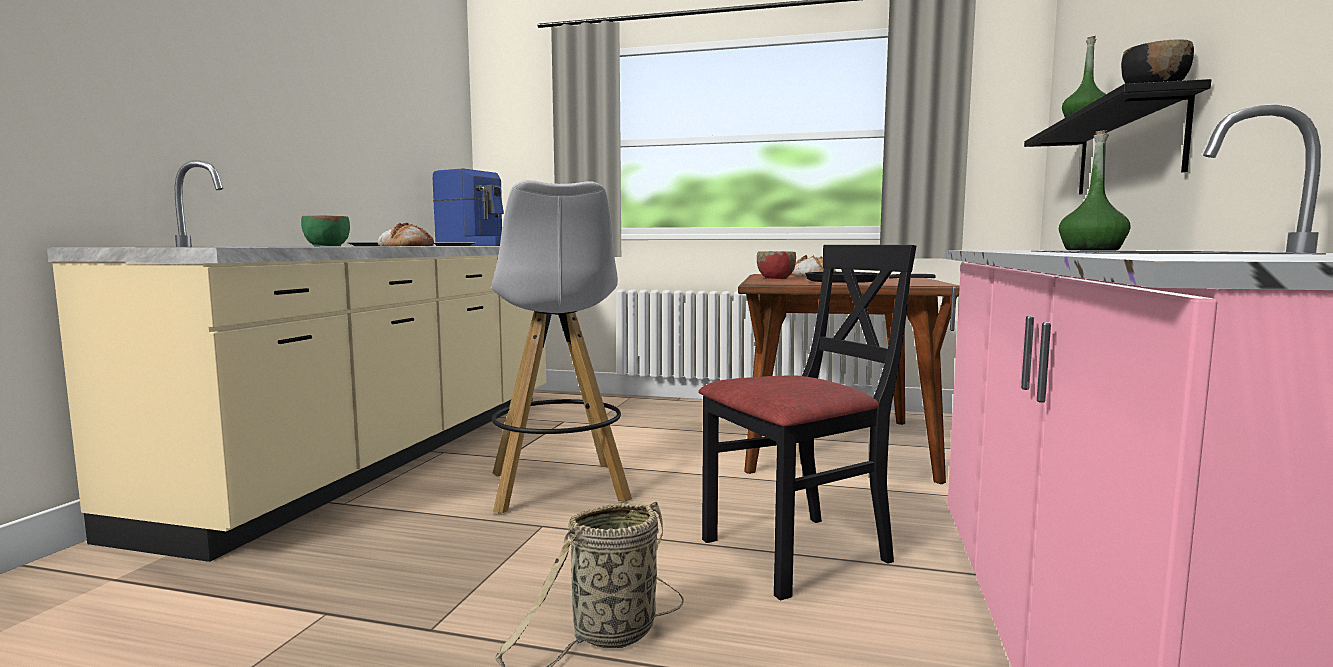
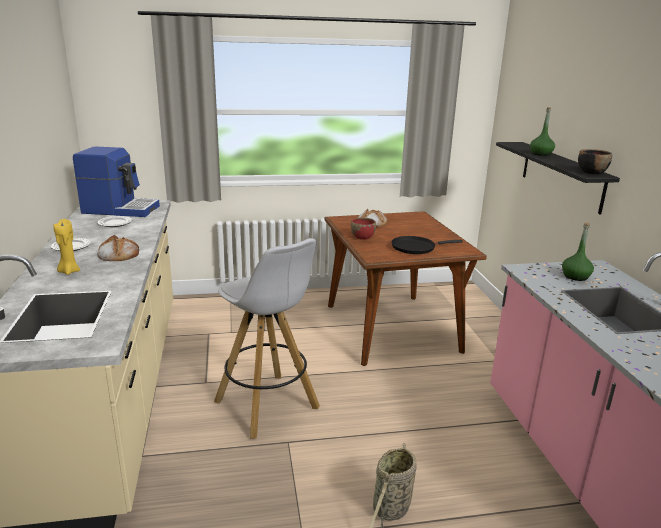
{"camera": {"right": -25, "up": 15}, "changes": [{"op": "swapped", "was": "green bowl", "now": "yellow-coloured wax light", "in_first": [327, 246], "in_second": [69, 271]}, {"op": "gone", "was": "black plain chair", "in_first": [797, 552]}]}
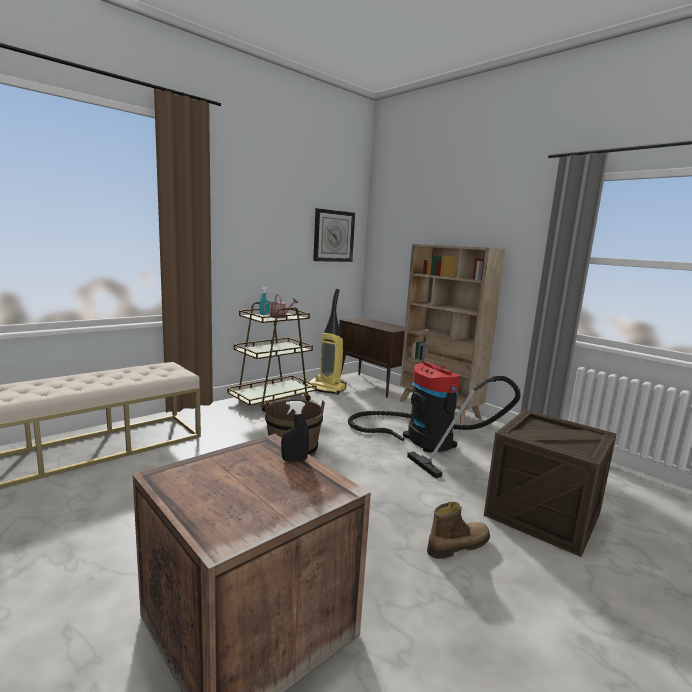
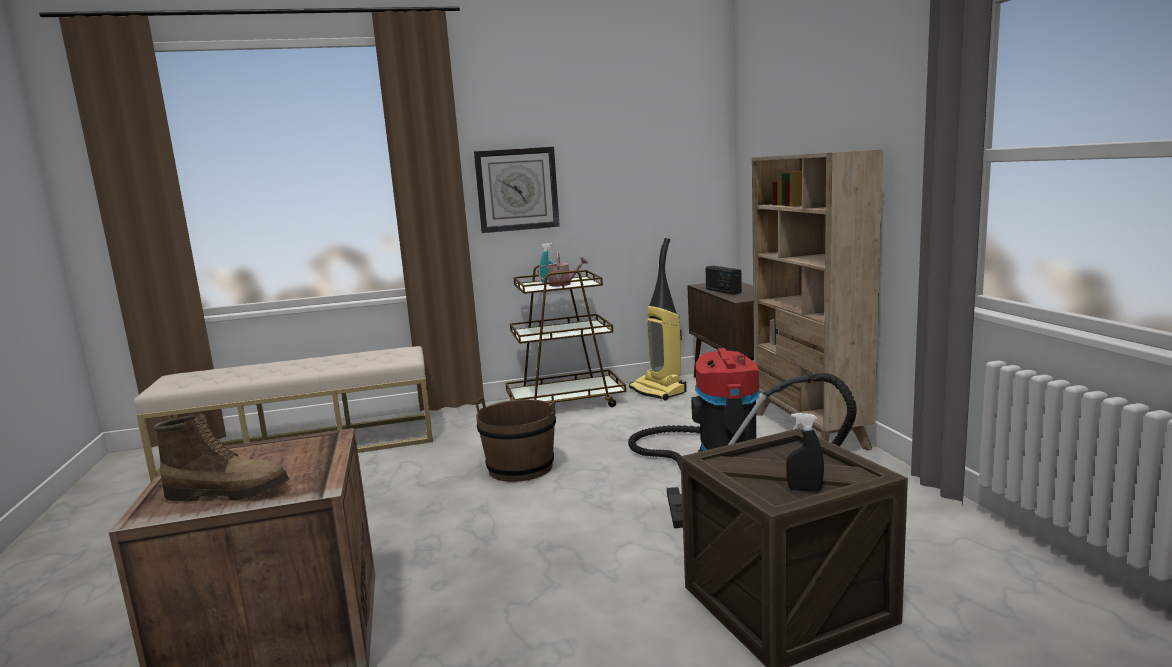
{"camera": {"right": 30, "up": 0}, "changes": [{"op": "shifted", "was": "boot", "in_first": [457, 545], "in_second": [229, 492]}, {"op": "shifted", "was": "wall clock", "in_first": [333, 236], "in_second": [517, 189]}, {"op": "new", "now": "radio set", "in_second": [723, 291]}, {"op": "shifted", "was": "black hand sprayer", "in_first": [294, 460], "in_second": [804, 490]}]}
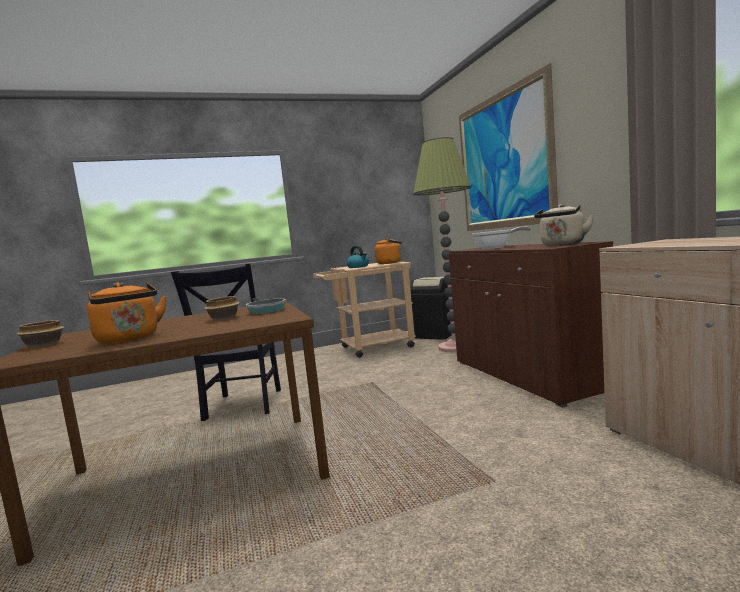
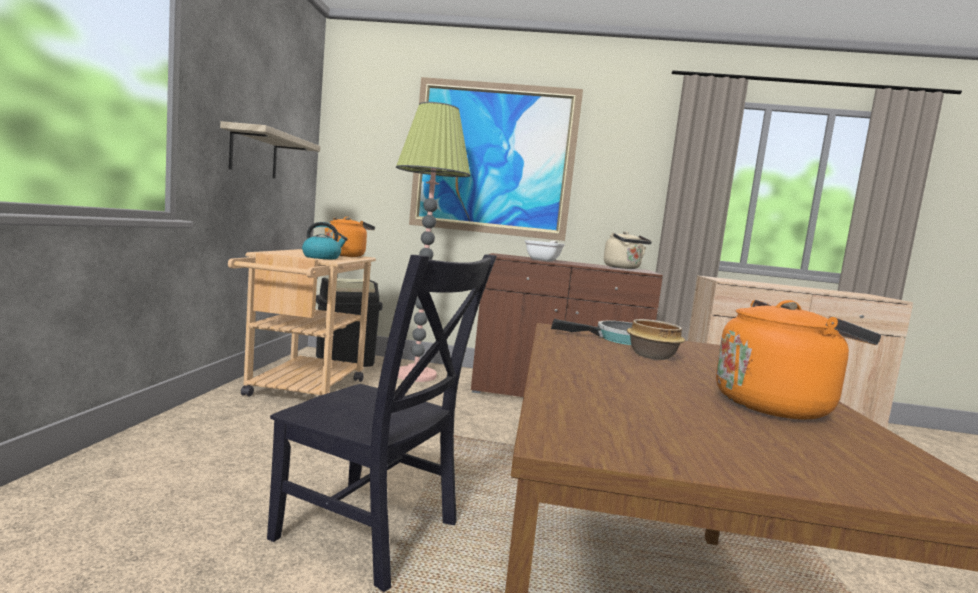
{"camera": {"right": -65, "up": 0}, "changes": [{"op": "new", "now": "wall shelf", "in_second": [254, 153]}, {"op": "gone", "was": "bowl", "in_first": [43, 345]}]}
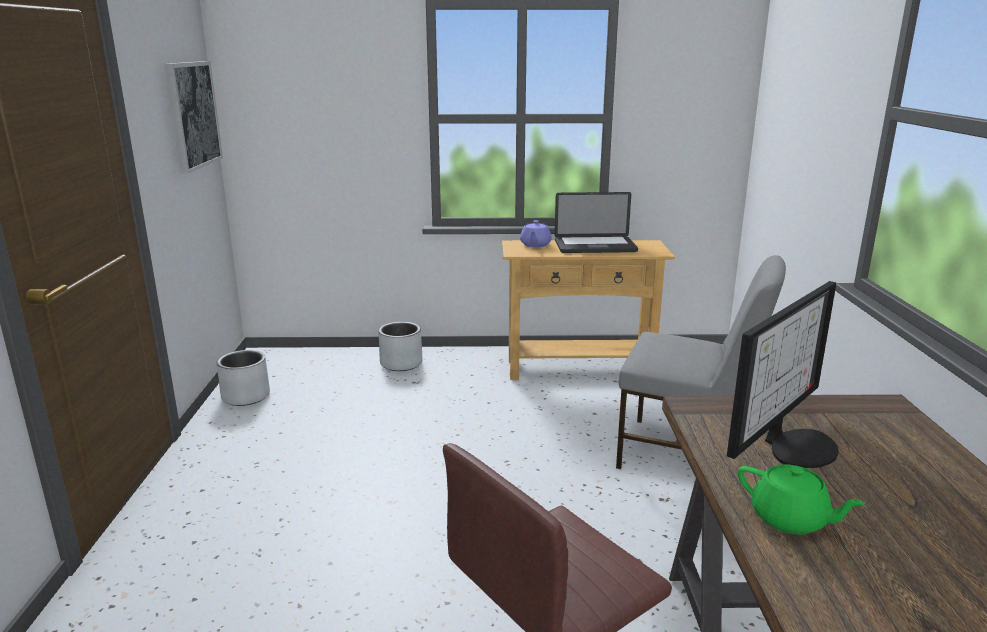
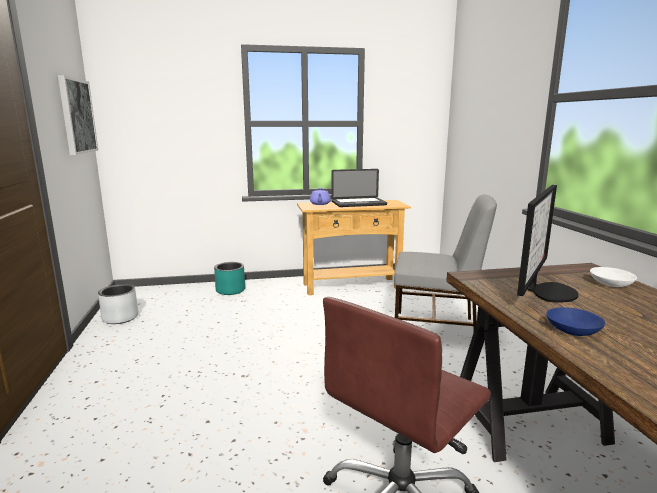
{"camera": {"right": -10, "up": -5}, "changes": [{"op": "repainted", "was": "greyish plant pot", "now": "blue-green plant pot", "in_first": [401, 363], "in_second": [230, 290]}, {"op": "swapped", "was": "green tea pot", "now": "blue bowl", "in_first": [790, 519], "in_second": [573, 330]}, {"op": "new", "now": "whitish bowl", "in_second": [610, 284]}]}
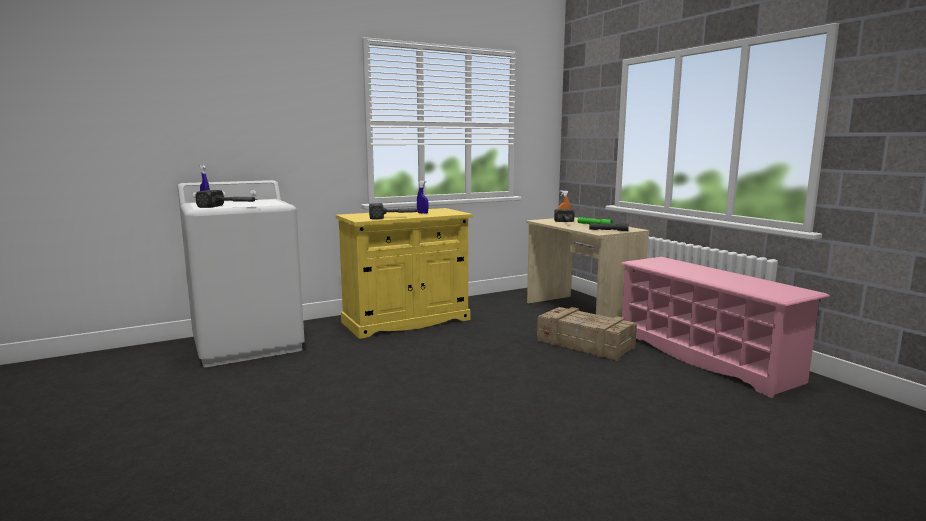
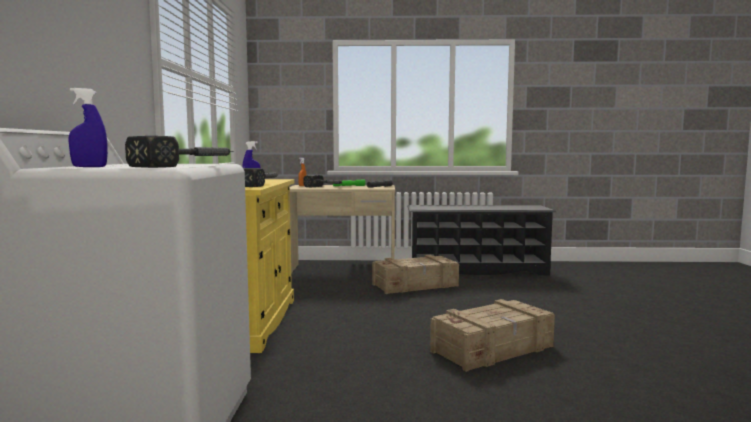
{"camera": {"right": -60, "up": -5}, "changes": [{"op": "repainted", "was": "pink shoe shelf", "now": "black shoe shelf", "in_first": [705, 357], "in_second": [477, 270]}, {"op": "new", "now": "crate", "in_second": [493, 349]}]}
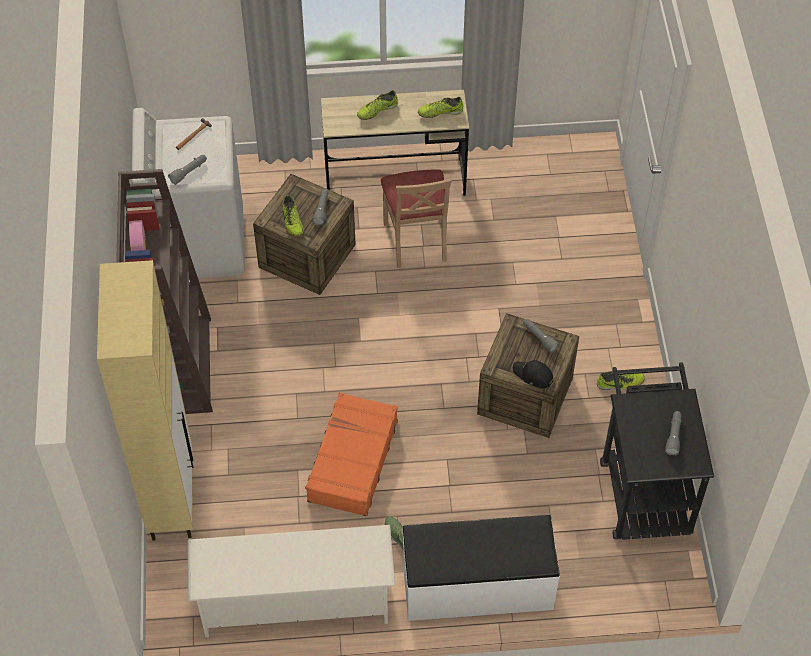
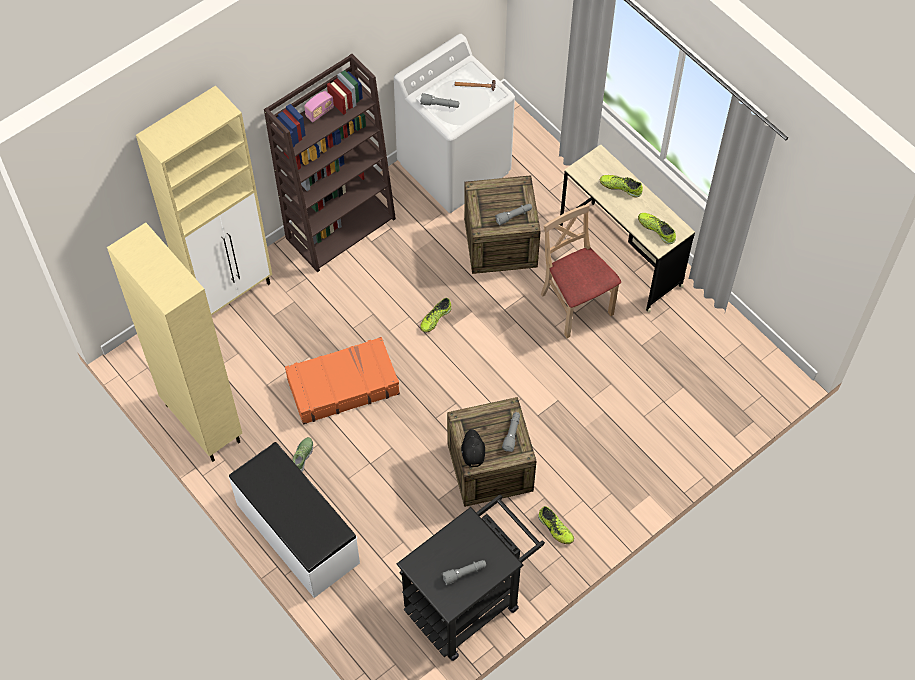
{"camera": {"right": 55, "up": 5}, "changes": [{"op": "swapped", "was": "whitish shoe shelf", "now": "sand-coloured cabinet", "in_first": [295, 601], "in_second": [202, 422]}, {"op": "shifted", "was": "item of footwear", "in_first": [292, 221], "in_second": [435, 318]}, {"op": "rotated", "was": "sand-coloured plain chair", "in_first": [416, 240], "in_second": [575, 305], "clockwise": 105}]}
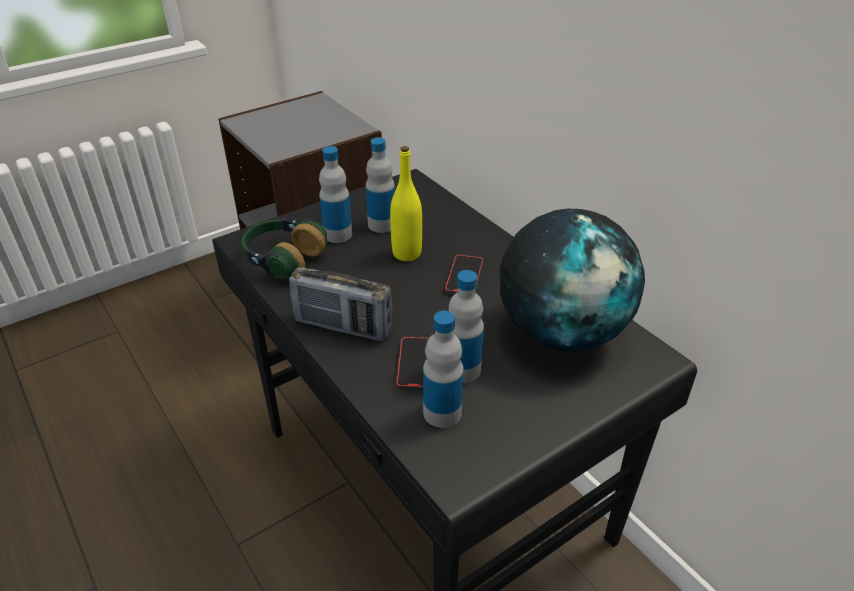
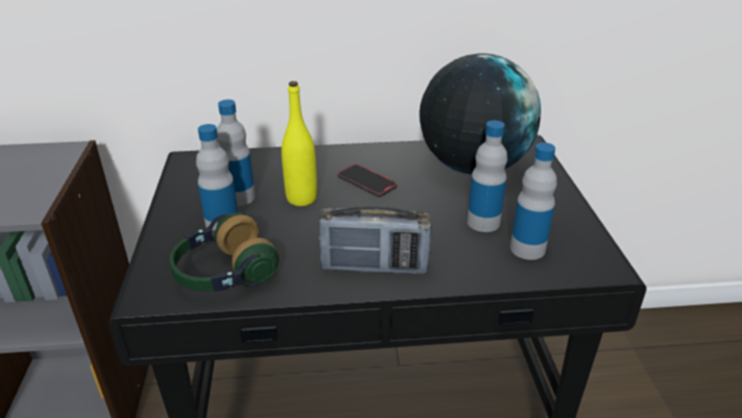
{"camera": {"right": -60, "up": -5}, "changes": [{"op": "rotated", "was": "radio set", "in_first": [343, 327], "in_second": [374, 267], "clockwise": 45}, {"op": "gone", "was": "phone", "in_first": [415, 365]}]}
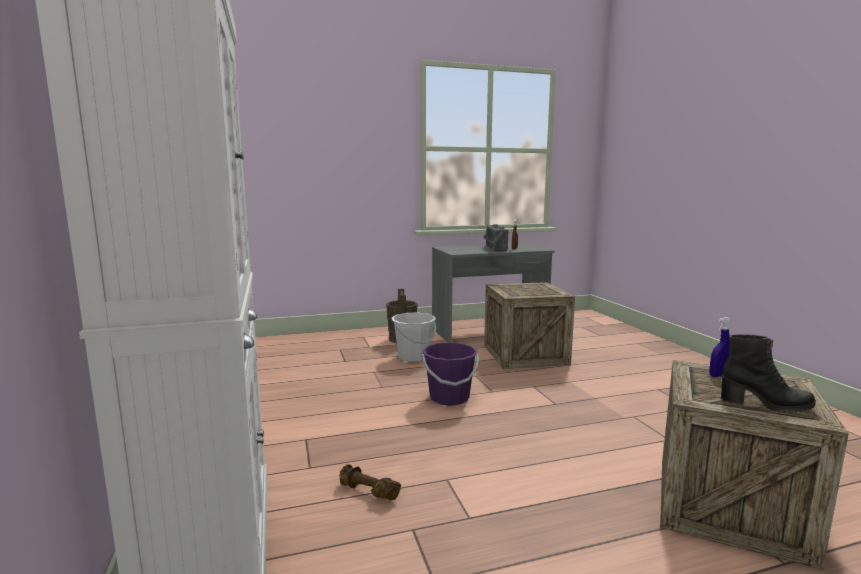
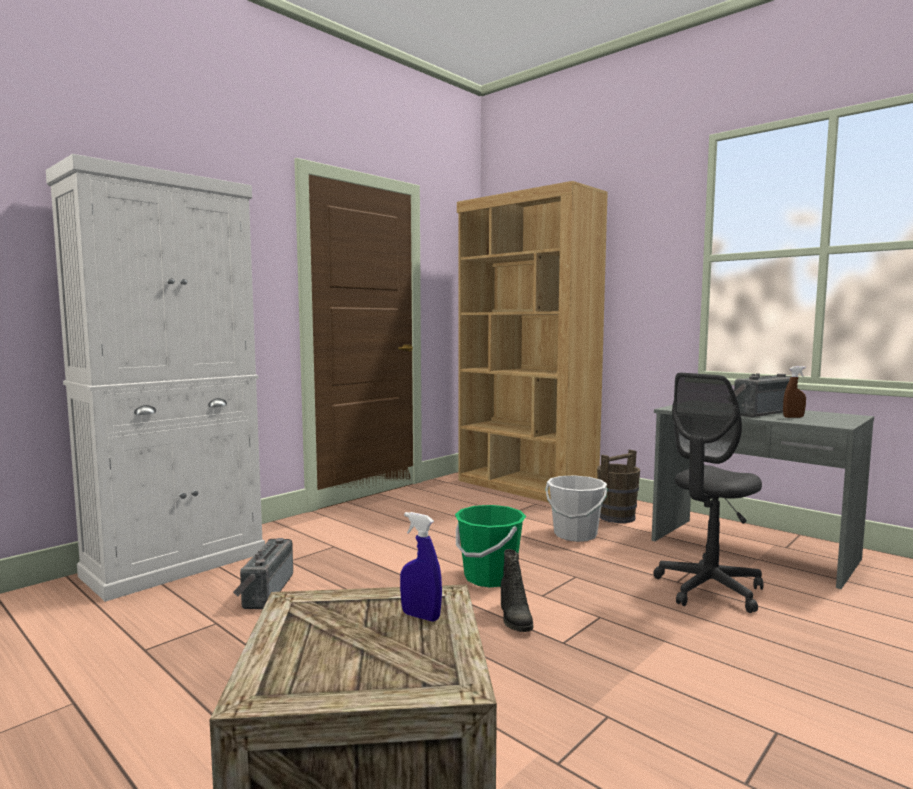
{"camera": {"right": 60, "up": -5}, "changes": [{"op": "swapped", "was": "brownish hand weight", "now": "radio set", "in_first": [368, 492], "in_second": [264, 591]}, {"op": "repainted", "was": "purplish bucket", "now": "green bucket", "in_first": [449, 398], "in_second": [489, 577]}, {"op": "new", "now": "brownish shelving unit", "in_second": [525, 487]}, {"op": "shifted", "was": "black boot", "in_first": [765, 405], "in_second": [514, 618]}, {"op": "swapped", "was": "crate", "now": "greyish desk chair", "in_first": [525, 355], "in_second": [709, 590]}]}
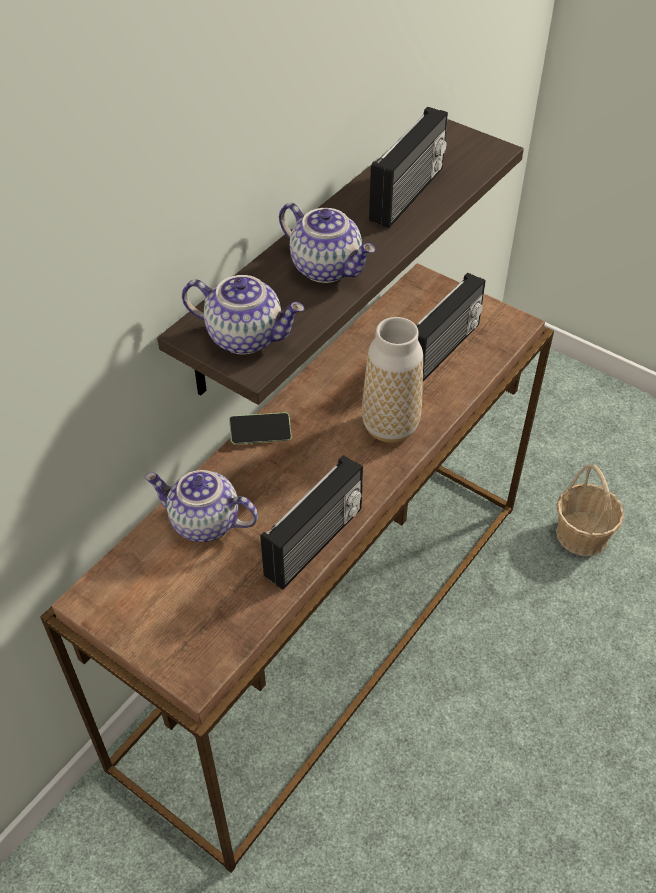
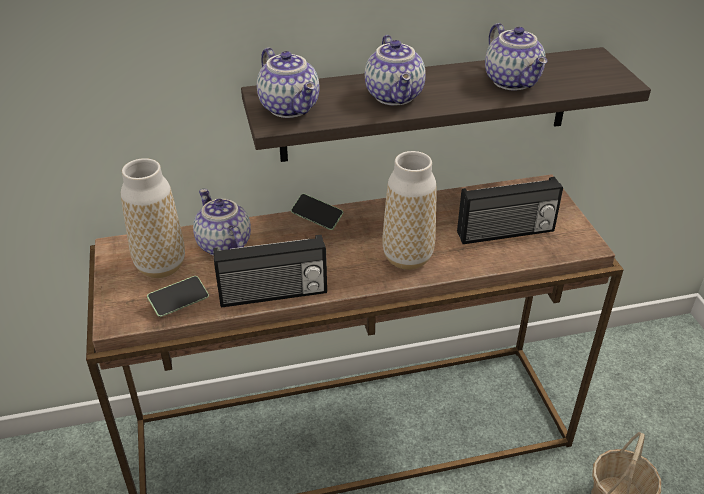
{"camera": {"right": 40, "up": -10}, "changes": [{"op": "new", "now": "decorative vase", "in_second": [161, 266]}, {"op": "new", "now": "phone", "in_second": [179, 302]}, {"op": "swapped", "was": "radio set", "now": "tea pot", "in_first": [408, 195], "in_second": [513, 81]}]}
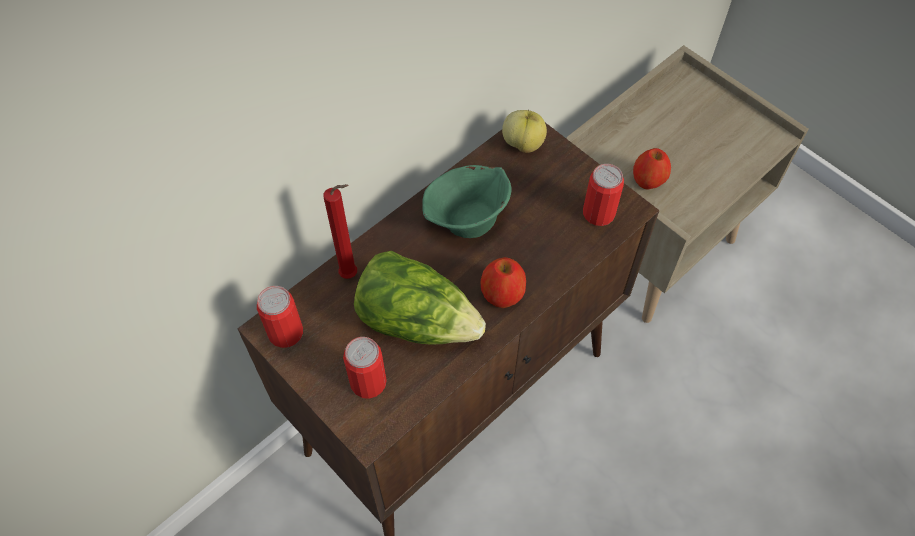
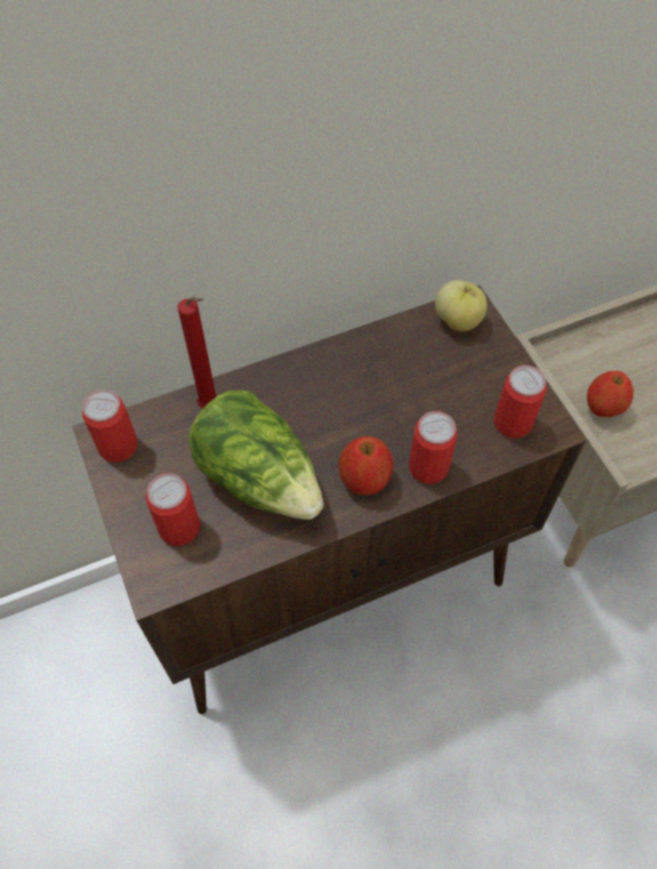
{"camera": {"right": 20, "up": 0}, "changes": [{"op": "new", "now": "sealed can", "in_second": [428, 467]}, {"op": "gone", "was": "green bowl", "in_first": [466, 220]}]}
